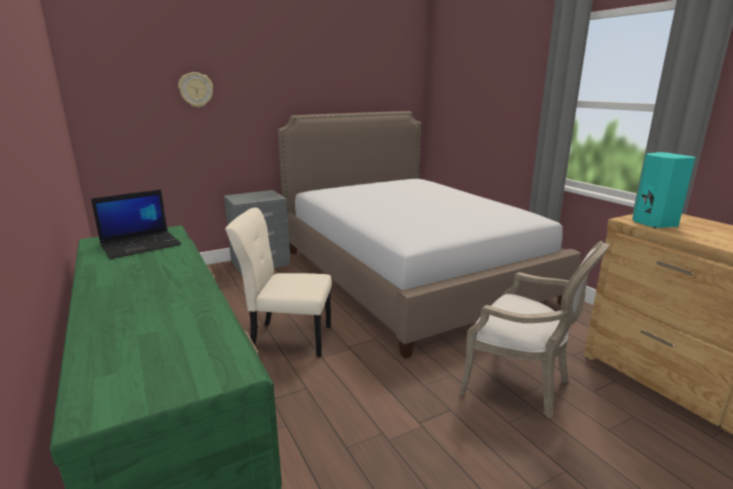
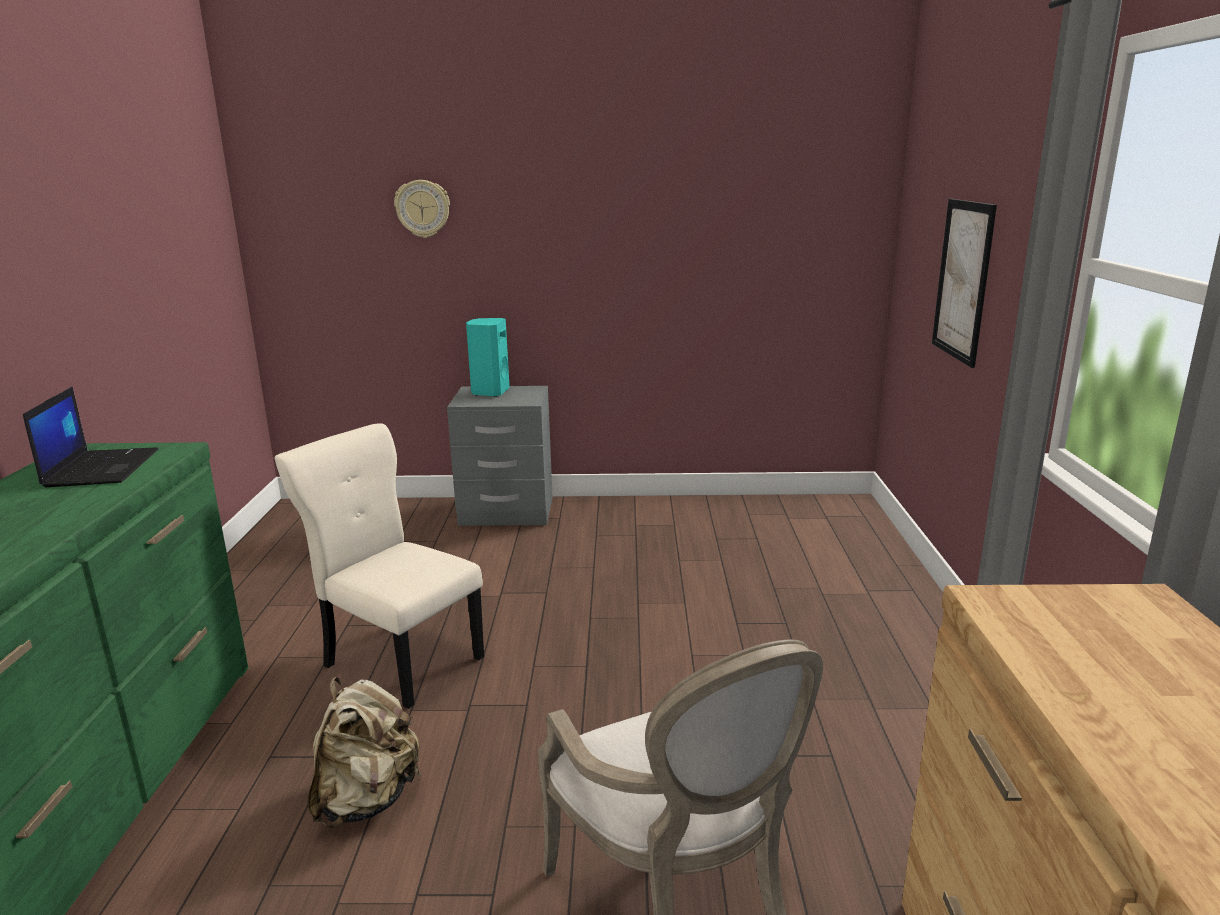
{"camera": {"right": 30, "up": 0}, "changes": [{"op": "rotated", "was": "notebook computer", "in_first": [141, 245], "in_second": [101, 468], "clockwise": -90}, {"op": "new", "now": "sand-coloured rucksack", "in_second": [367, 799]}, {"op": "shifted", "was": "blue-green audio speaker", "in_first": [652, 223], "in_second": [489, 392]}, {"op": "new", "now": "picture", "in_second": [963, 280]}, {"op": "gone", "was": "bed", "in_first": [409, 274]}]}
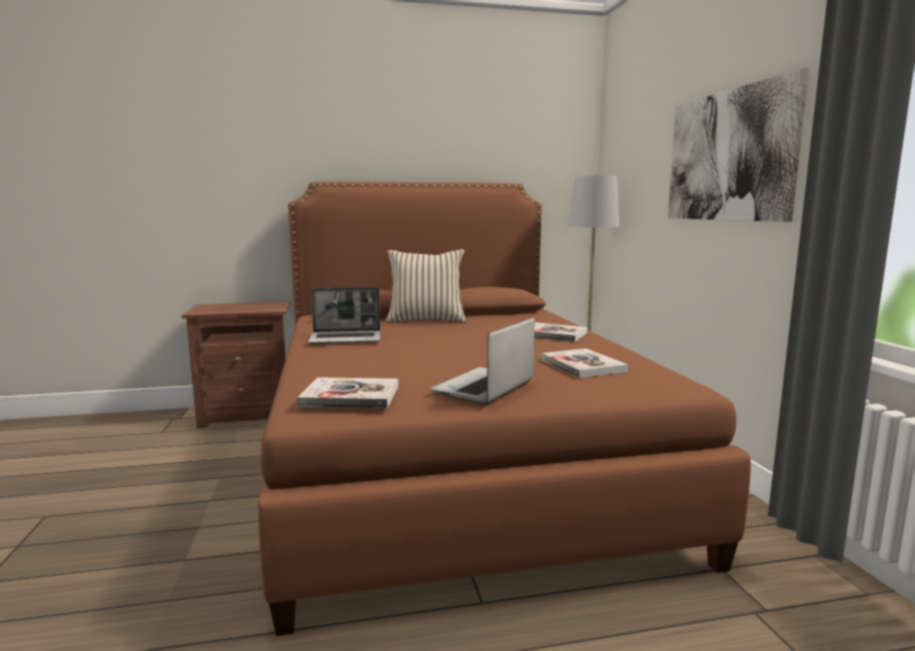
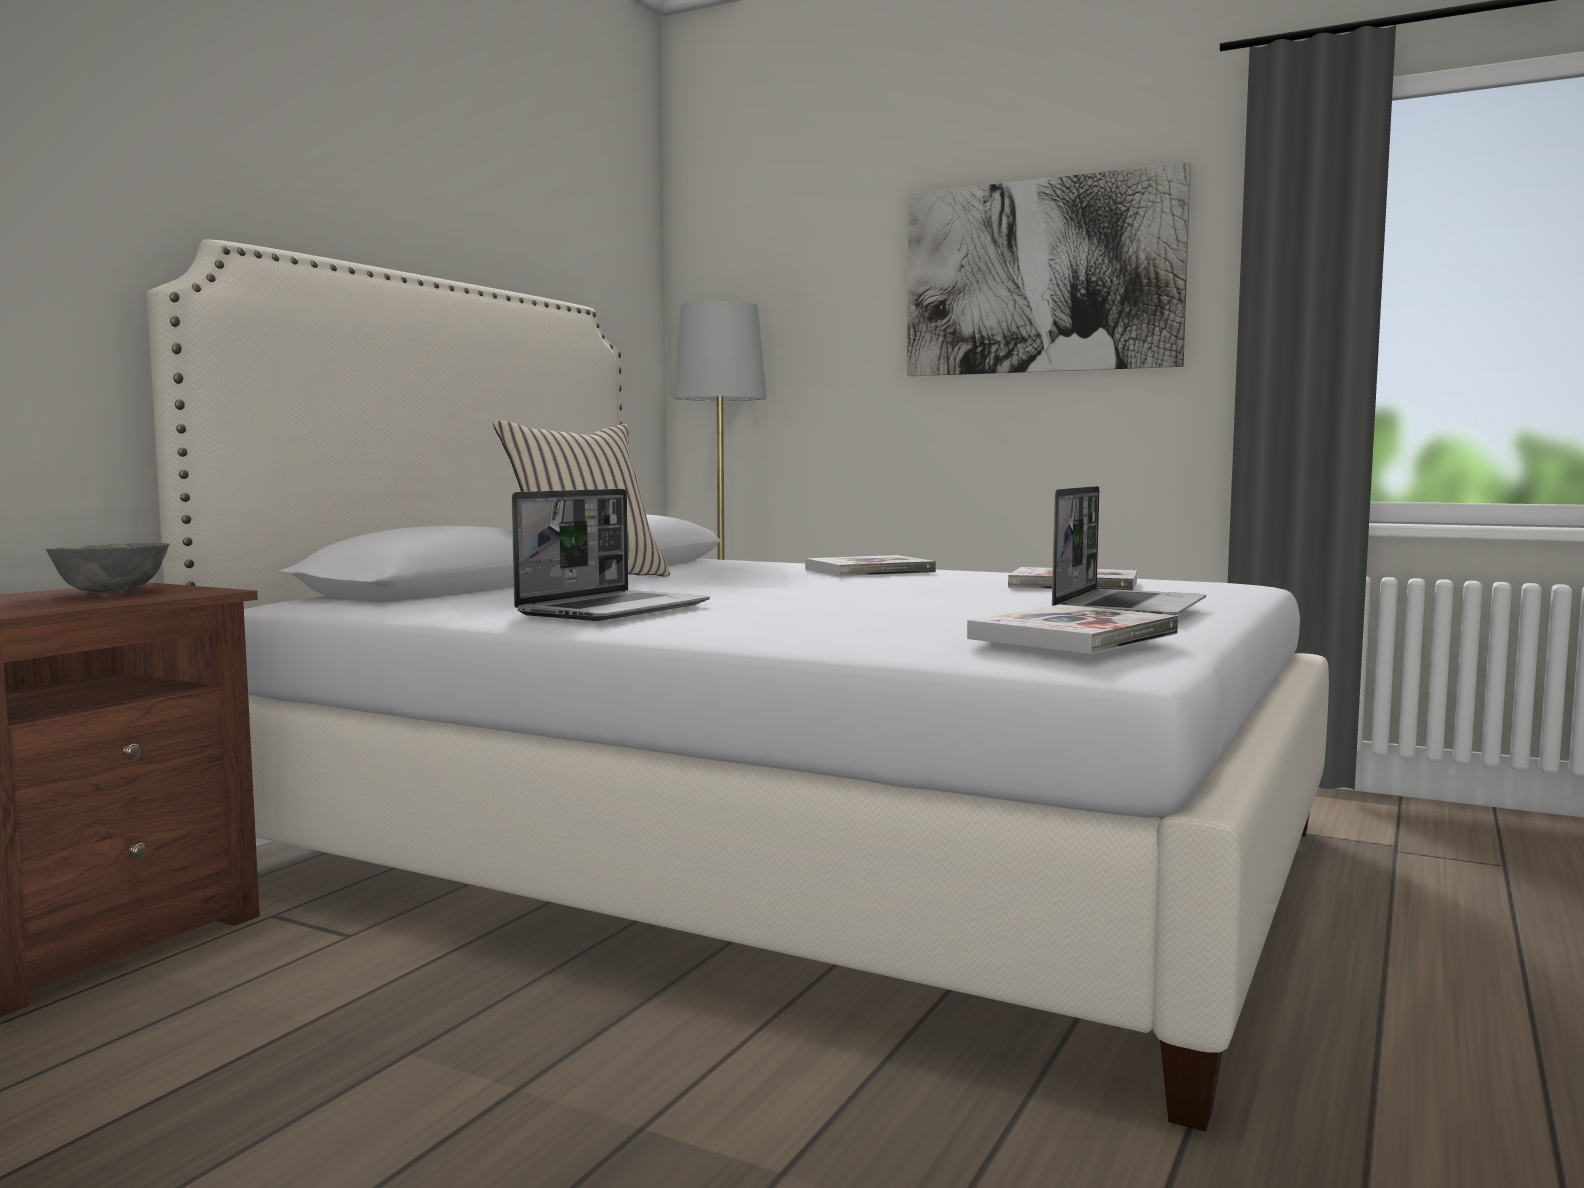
{"camera": {"right": -50, "up": -5}, "changes": [{"op": "new", "now": "greyish bowl", "in_second": [110, 592]}, {"op": "repainted", "was": "brownish bed", "now": "whitish bed", "in_first": [453, 462], "in_second": [780, 853]}, {"op": "rotated", "was": "notebook computer", "in_first": [484, 388], "in_second": [1128, 608], "clockwise": -135}]}
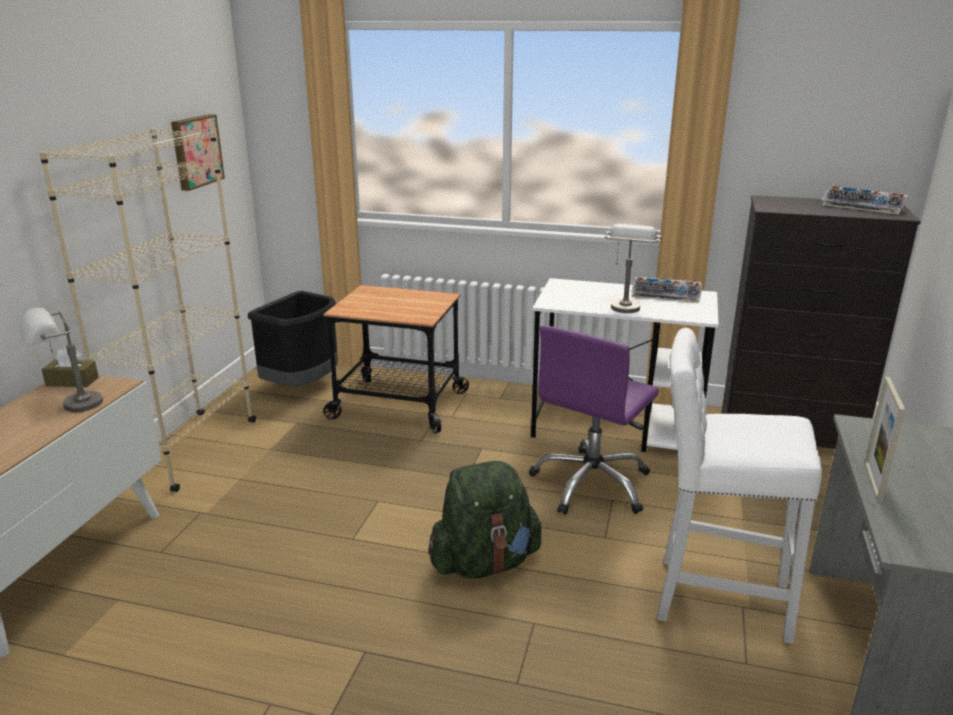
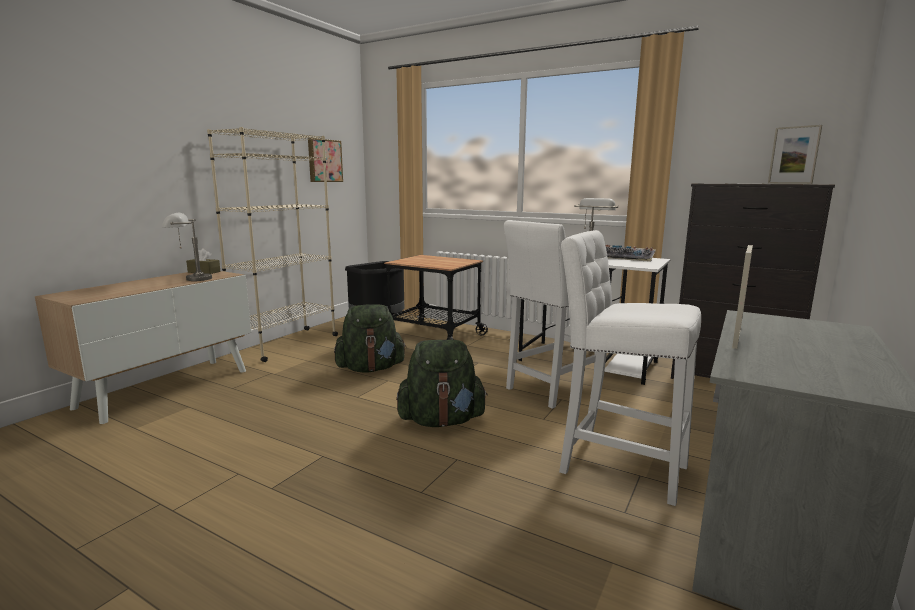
{"camera": {"right": 15, "up": -10}, "changes": [{"op": "new", "now": "green rucksack", "in_second": [371, 368]}, {"op": "swapped", "was": "purplish desk chair", "now": "whitish stool seat", "in_first": [592, 484], "in_second": [550, 389]}, {"op": "swapped", "was": "PC keyboard", "now": "photo frame", "in_first": [864, 207], "in_second": [789, 183]}]}
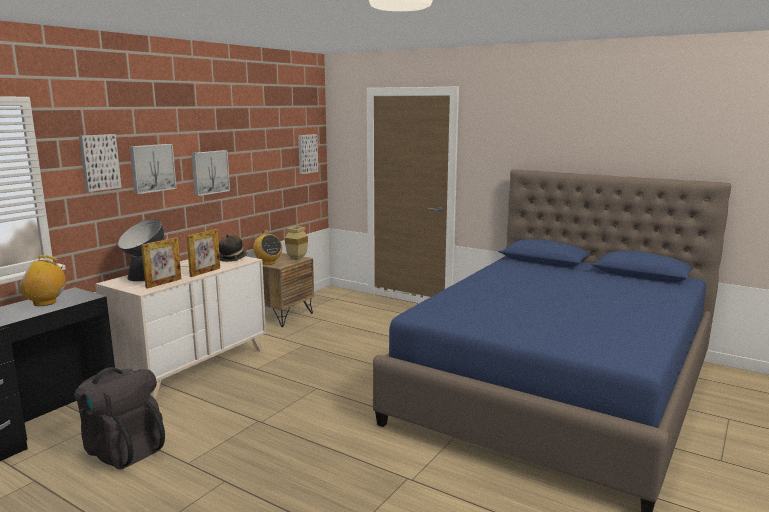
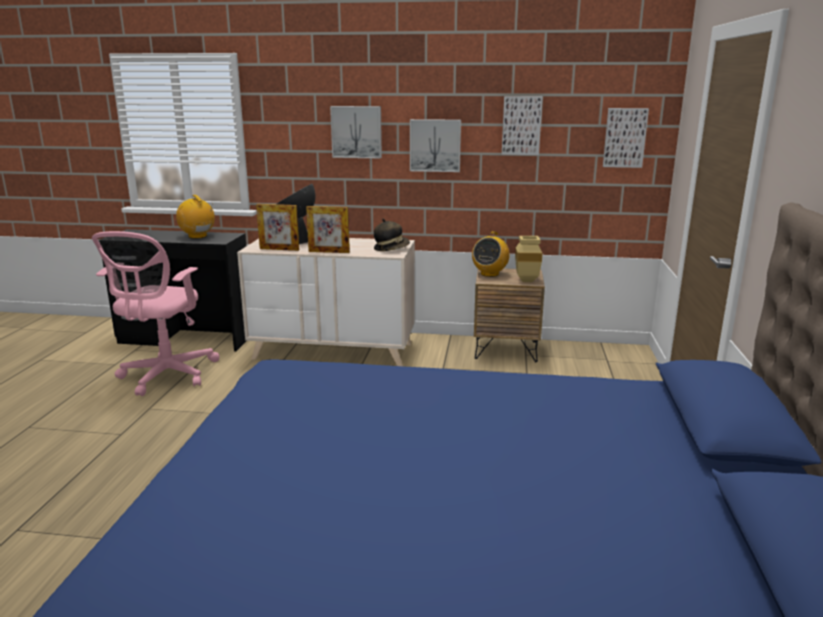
{"camera": {"right": 65, "up": 5}, "changes": [{"op": "swapped", "was": "black rucksack", "now": "pink desk chair", "in_first": [123, 450], "in_second": [165, 376]}, {"op": "shifted", "was": "picture", "in_first": [99, 162], "in_second": [521, 125]}]}
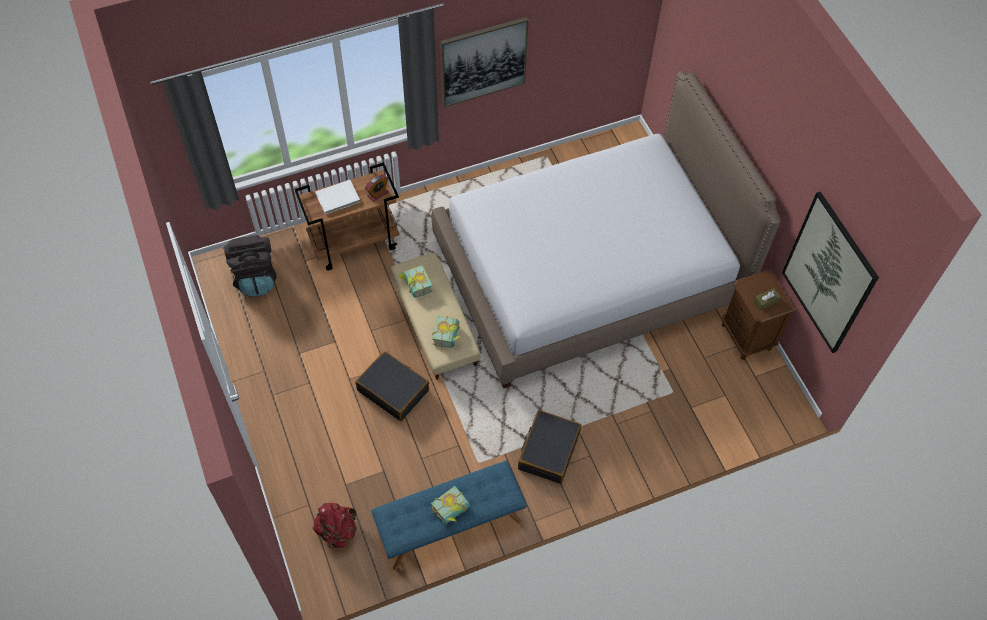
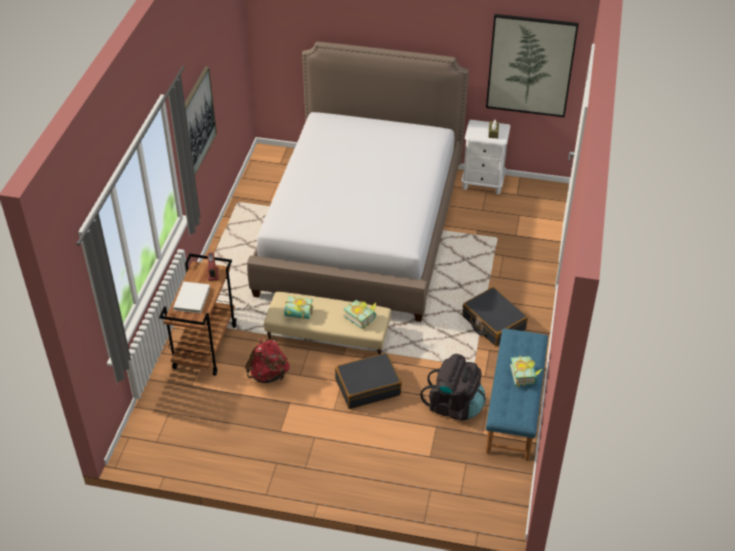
{"camera": {"right": -55, "up": -15}, "changes": [{"op": "shifted", "was": "reddish rucksack", "in_first": [337, 531], "in_second": [269, 375]}, {"op": "shifted", "was": "black rucksack", "in_first": [256, 277], "in_second": [454, 406]}, {"op": "repainted", "was": "brownish night table", "now": "whitish night table", "in_first": [746, 336], "in_second": [483, 183]}]}
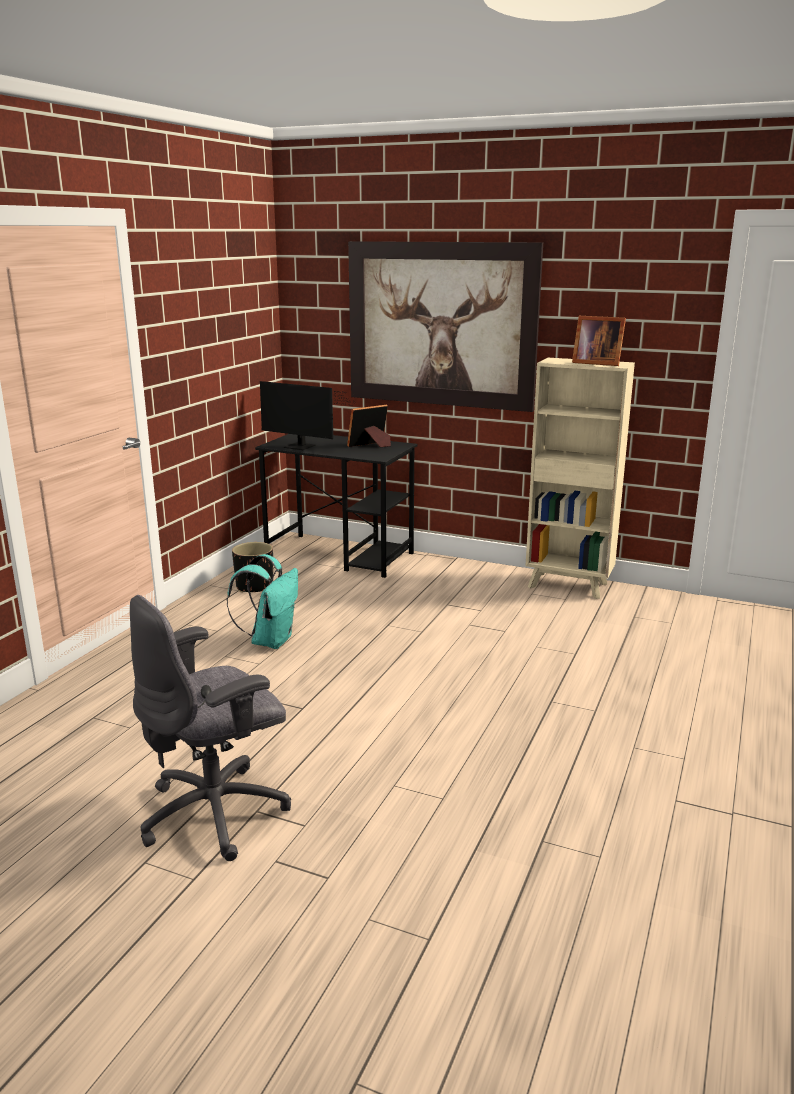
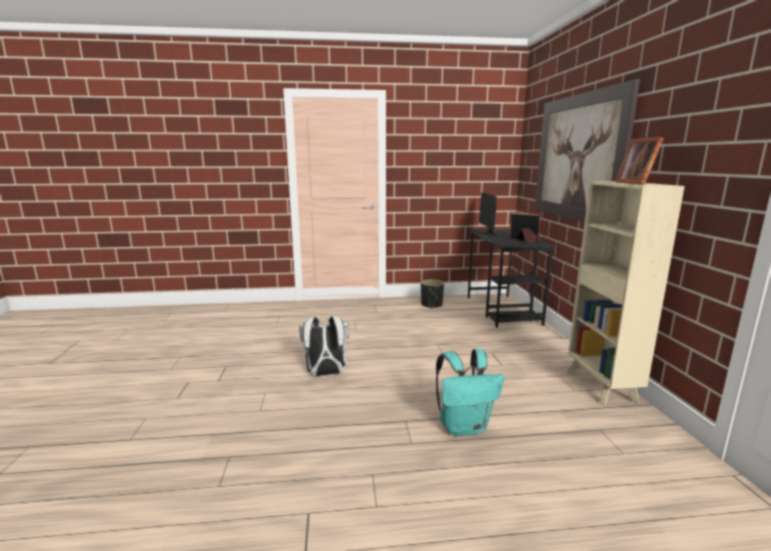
{"camera": {"right": 60, "up": -5}, "changes": [{"op": "new", "now": "whitish rucksack", "in_second": [326, 374]}, {"op": "shifted", "was": "blue-green rucksack", "in_first": [271, 640], "in_second": [464, 426]}, {"op": "gone", "was": "greyish desk chair", "in_first": [217, 812]}]}
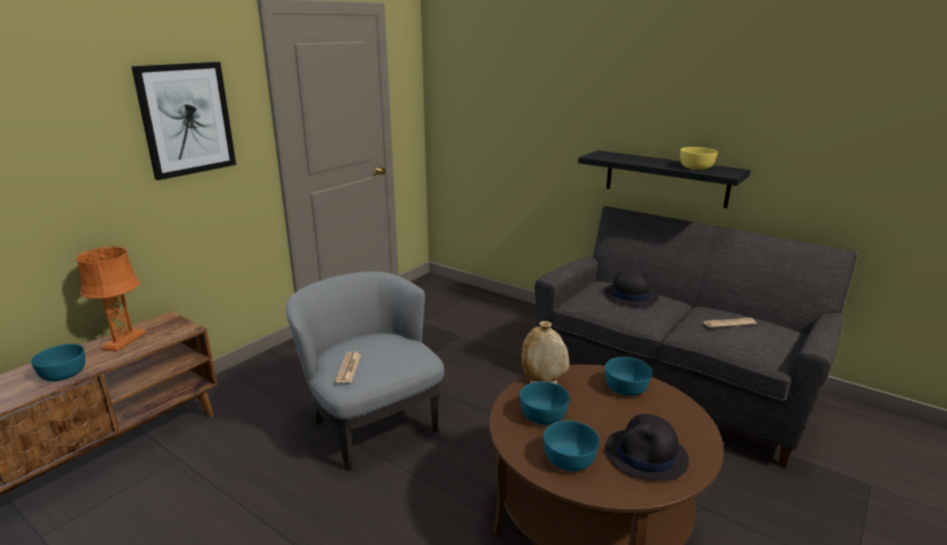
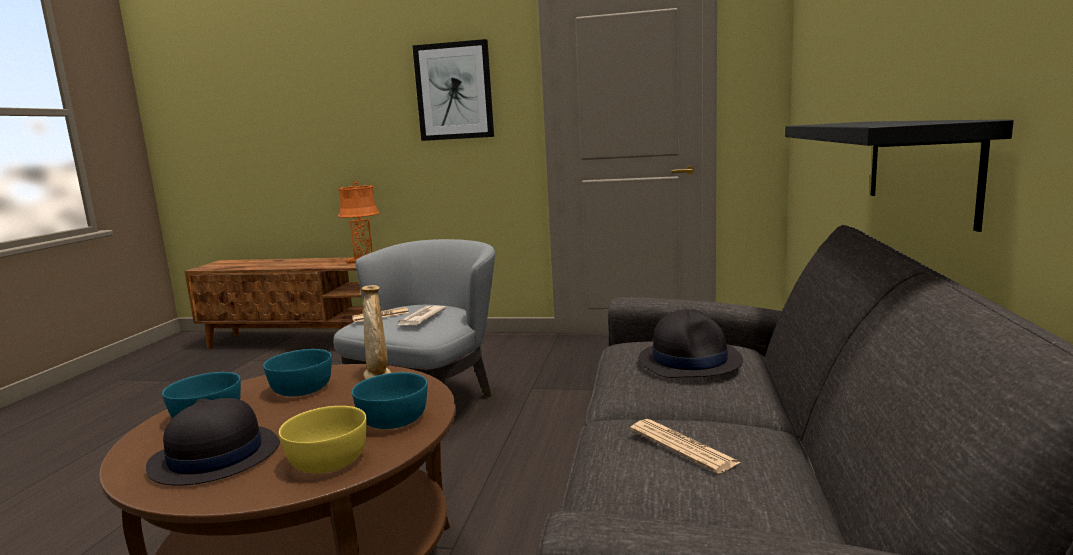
{"camera": {"right": 65, "up": -10}, "changes": [{"op": "shifted", "was": "yellow-coloured bowl", "in_first": [695, 167], "in_second": [329, 460]}, {"op": "new", "now": "daily paper", "in_second": [420, 318]}, {"op": "gone", "was": "blue-green bowl", "in_first": [63, 373]}]}
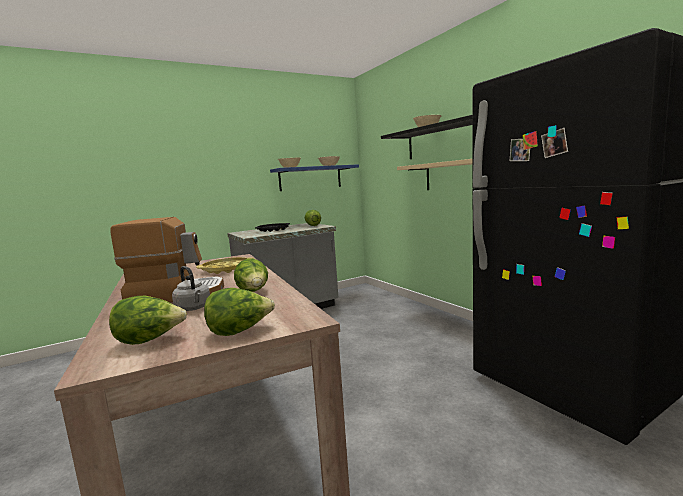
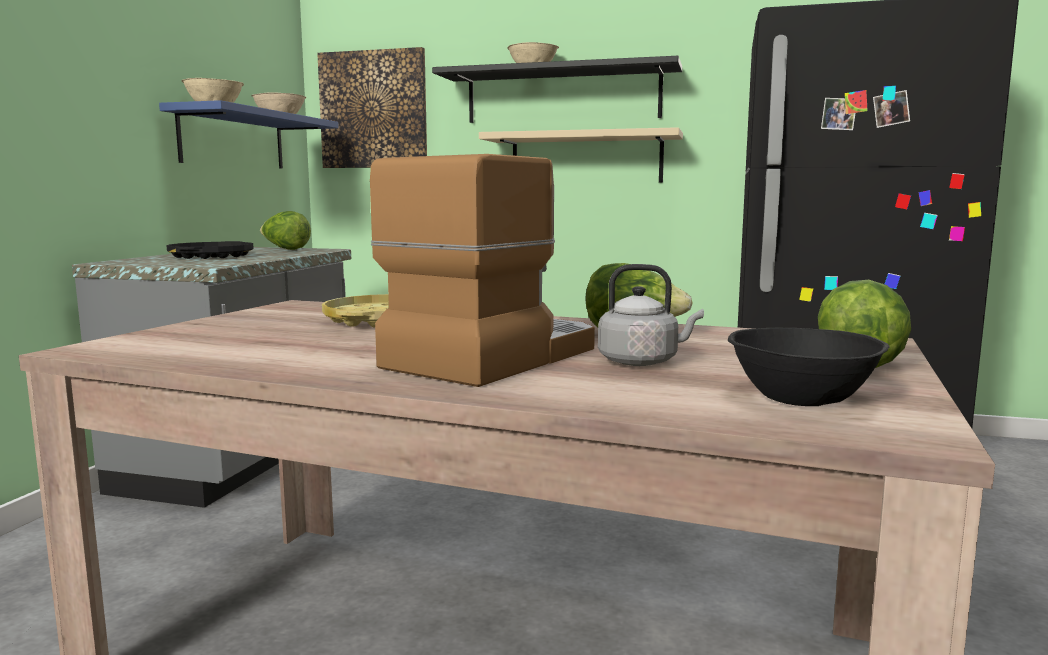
{"camera": {"right": -45, "up": 0}, "changes": [{"op": "new", "now": "picture", "in_second": [373, 110]}, {"op": "swapped", "was": "lettuce head", "now": "black bowl", "in_first": [150, 340], "in_second": [799, 397]}]}
